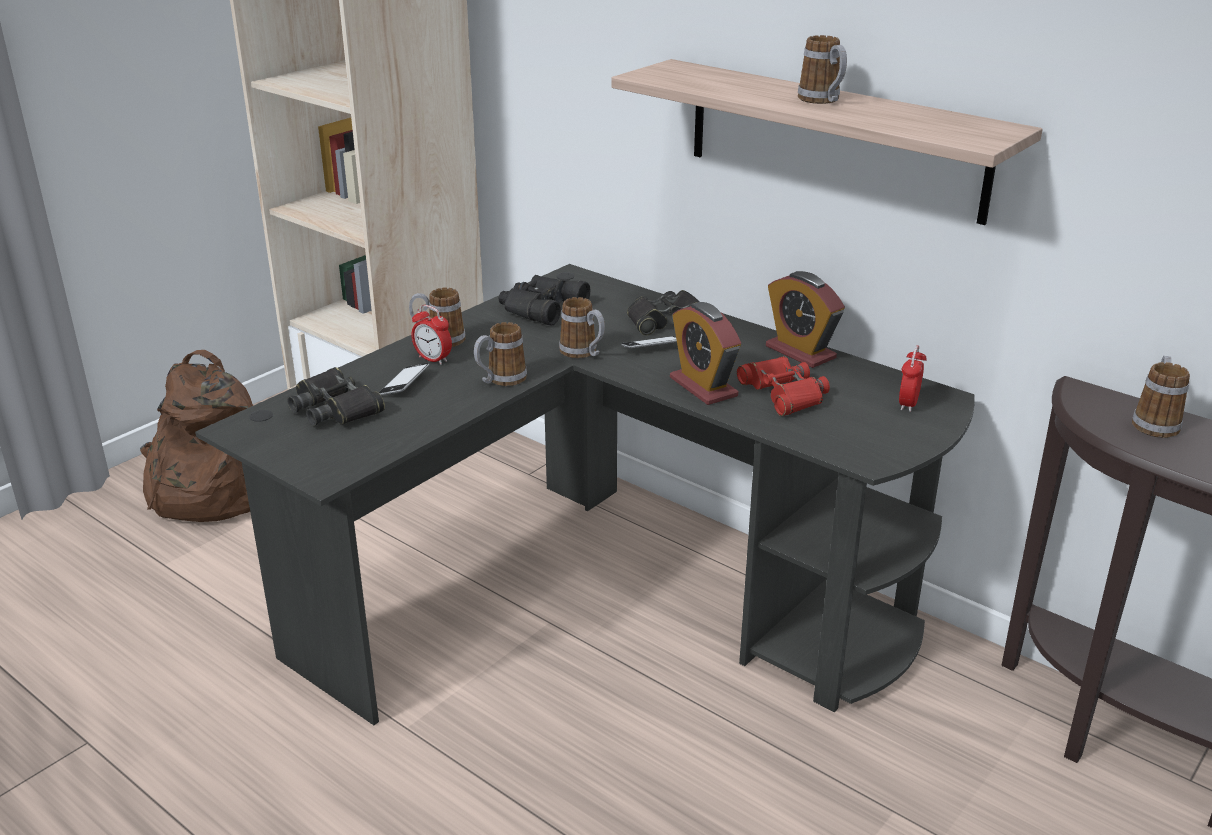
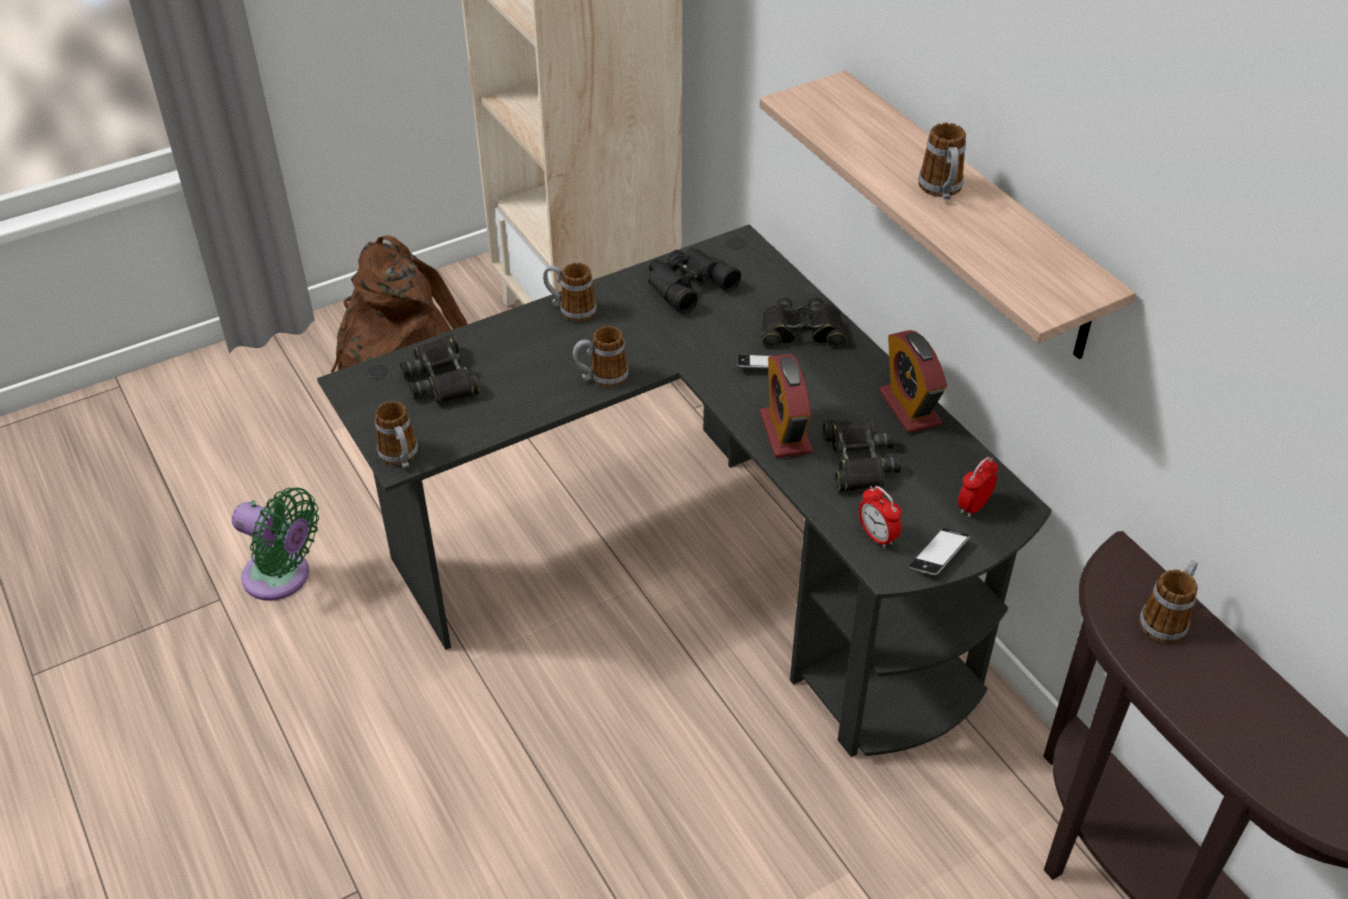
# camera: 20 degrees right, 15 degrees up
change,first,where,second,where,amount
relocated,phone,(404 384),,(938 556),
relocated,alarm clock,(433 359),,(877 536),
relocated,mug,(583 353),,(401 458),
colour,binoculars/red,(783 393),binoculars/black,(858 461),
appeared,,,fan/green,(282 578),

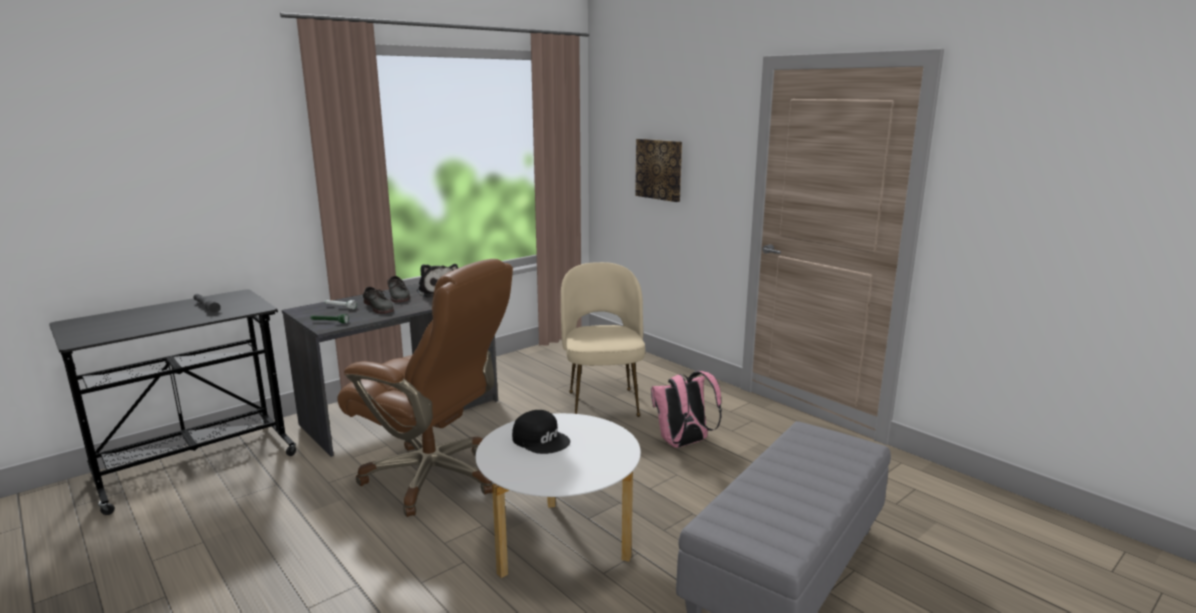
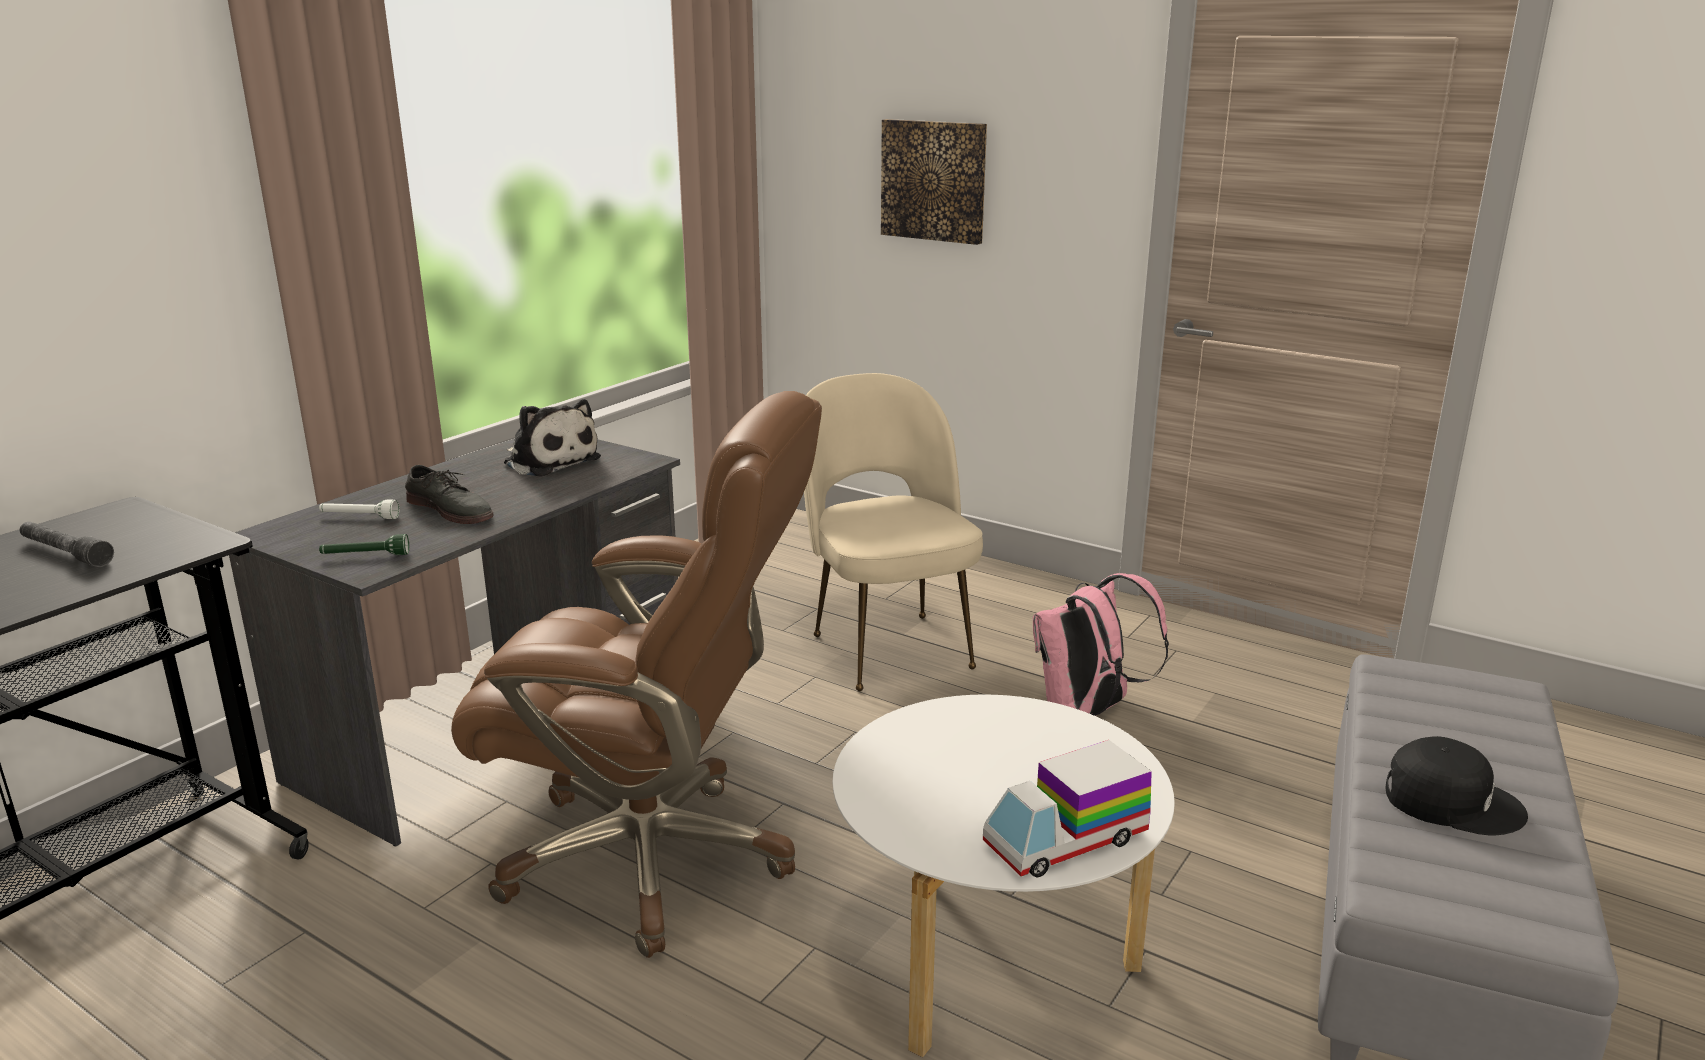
# camera: 15 degrees left, 5 degrees up
change,first,where,second,where,amount
missing,shoe/grey,(399 296),,,
relocated,cap/black,(541 439),,(1451 800),
appeared,,,toy truck,(1065 841),

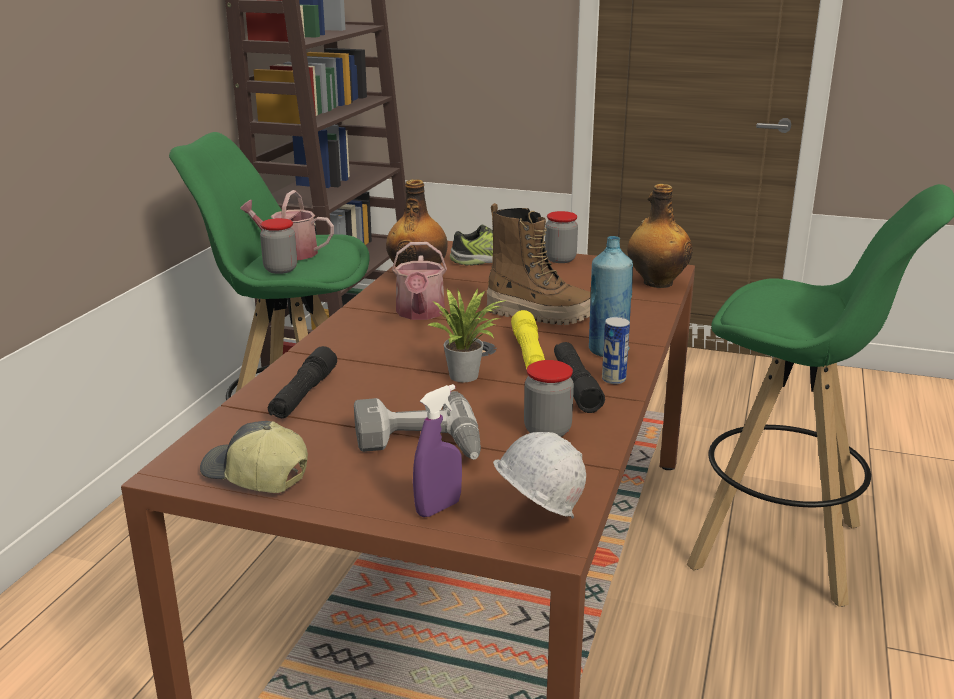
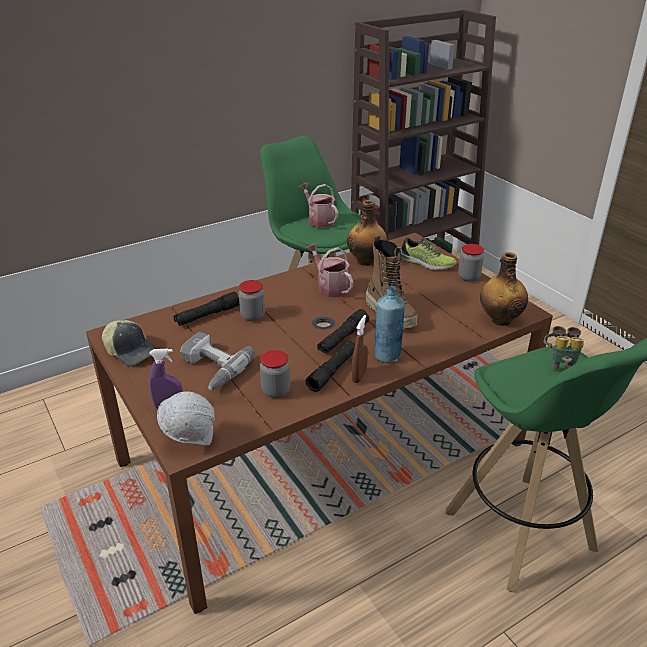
# camera: 40 degrees right, 10 degrees up
change,first,where,second,where,amount
spun,cap,(254 475),,(131 351),150 degrees clockwise
relocated,jar,(280 269),,(253 316),
spun,watering can,(420 314),,(330 287),105 degrees clockwise
missing,potted plant,(467 376),,,
colour,flashlight/yellow,(528 353),flashlight/black,(343 338),
exchanged,can,(613 379),spray bottle/brown,(359 376),
appeared,,,binoculars,(560 362),

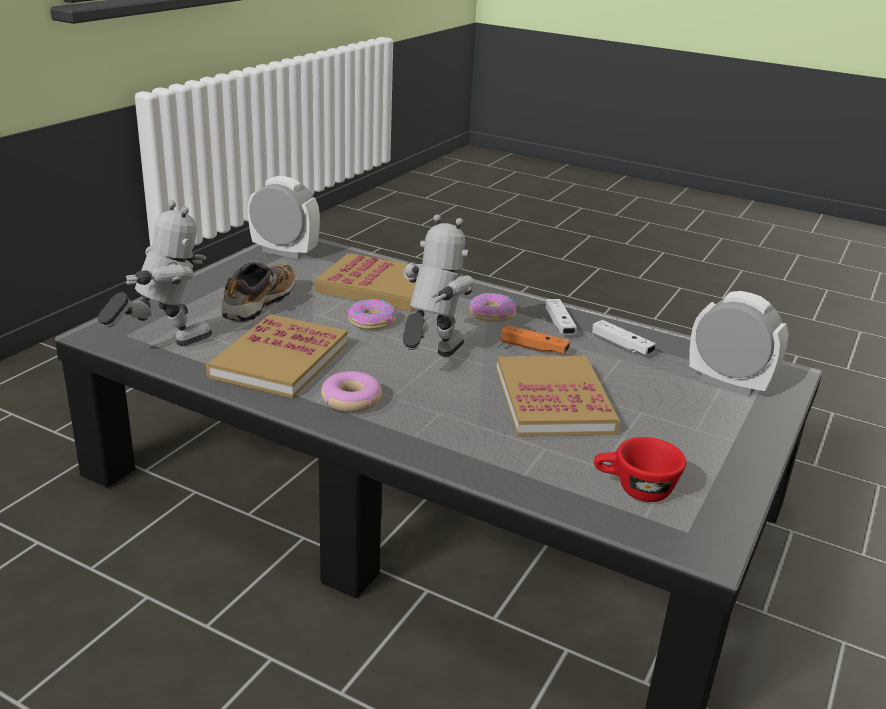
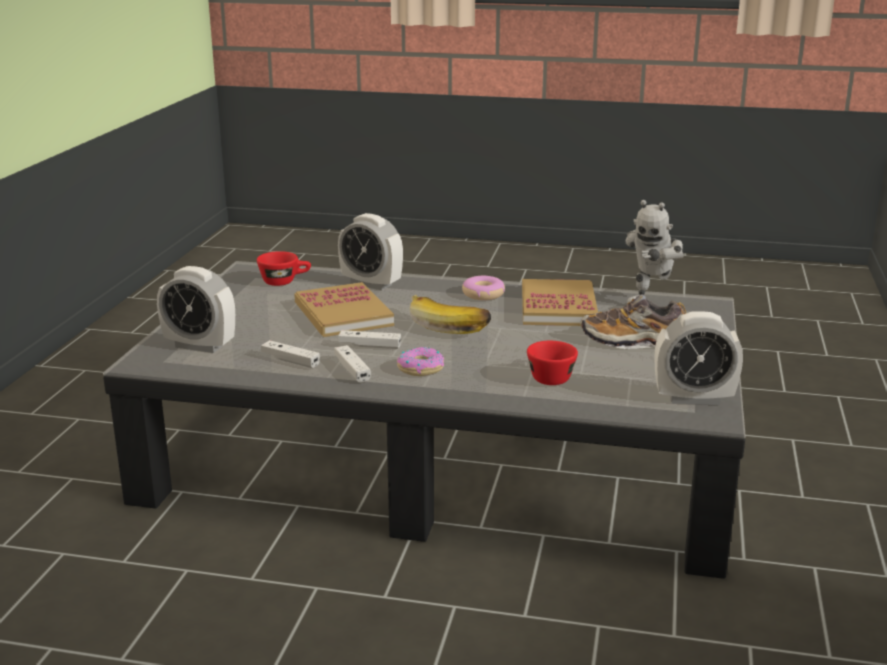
# camera: 165 degrees right, 5 degrees down
change,first,where,second,where,amount
spun,shoe,(259 305),,(631 341),90 degrees clockwise
exchanged,book,(378 287),cup/red,(550 376),
missing,donut,(371 322),,,
exchanged,toy robot,(430 358),banana,(449 325),
colour,game controller/orange,(533 348),game controller/white,(369 346),
appeared,,,alarm clock,(371 284),

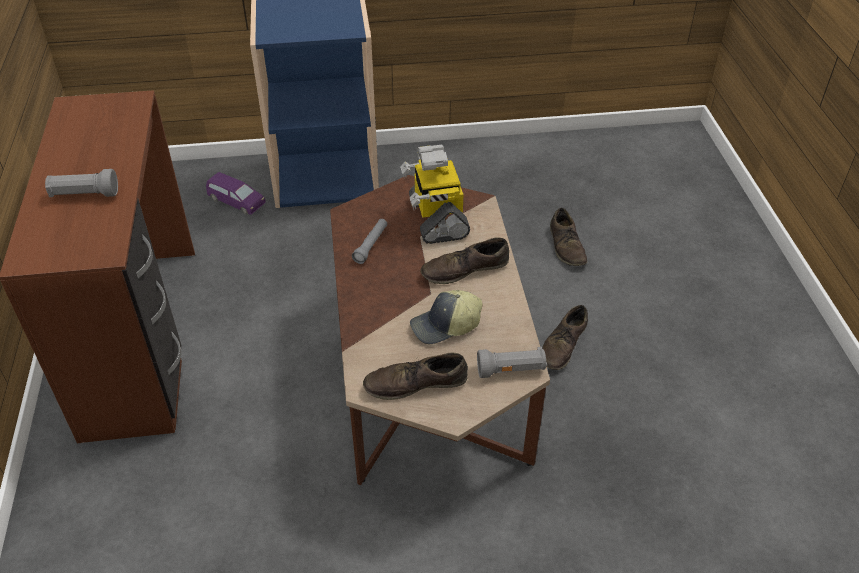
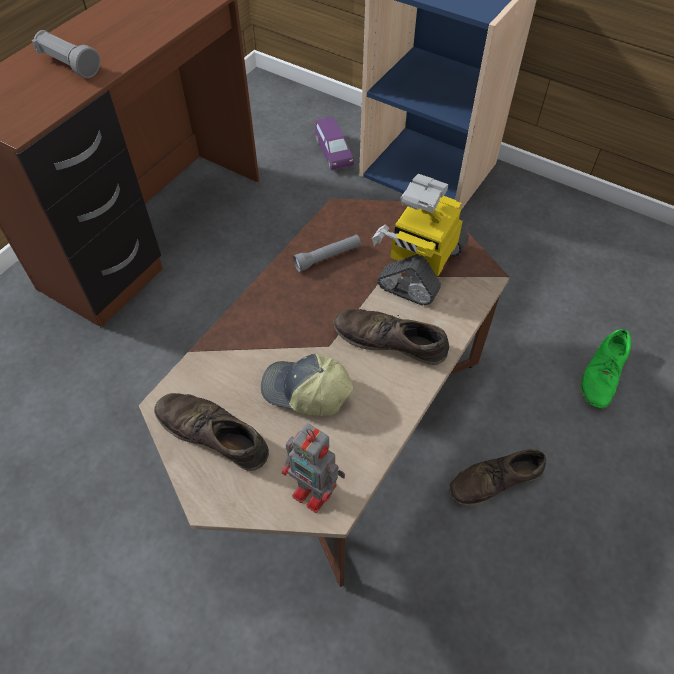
# camera: 40 degrees right, 10 degrees up
change,first,where,second,where,amount
exchanged,flashlight/grey,(511 370),toy robot,(316 492),
colour,shoe/brown,(567 246),shoe/green,(602 375),

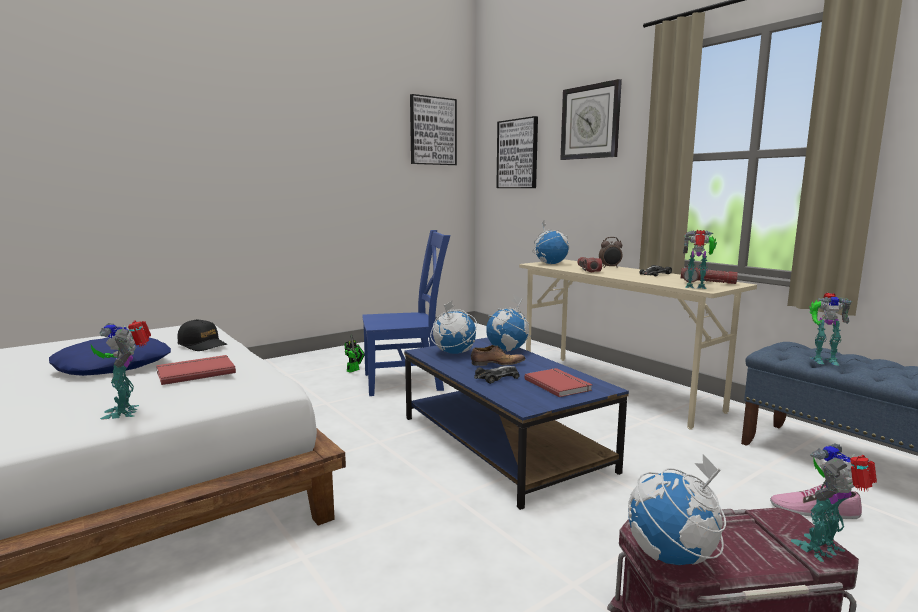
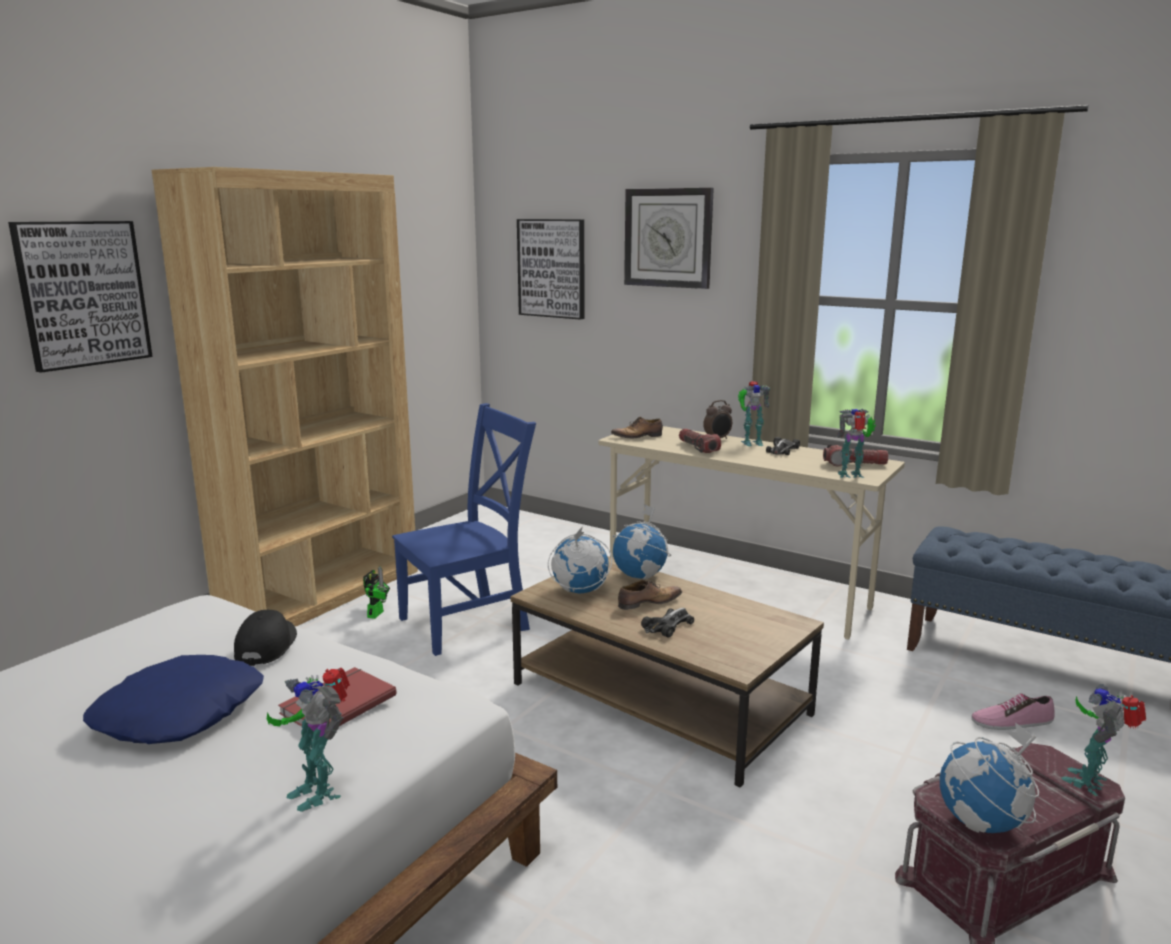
# camera: 20 degrees left, 5 degrees up
change,first,where,second,where,amount
spun,cap/black,(202 345),,(266 646),105 degrees counterclockwise
colour,coffee table/blue,(501 442),coffee table/brown,(657 698),
relocated,picture,(432 131),,(83 294),
missing,book/red,(558 384),,,
exchanged,globe,(550 264),shoe,(638 436),
relocated,toy robot,(823 360),,(751 442),
appeared,,,bookcase/brown,(322 593),

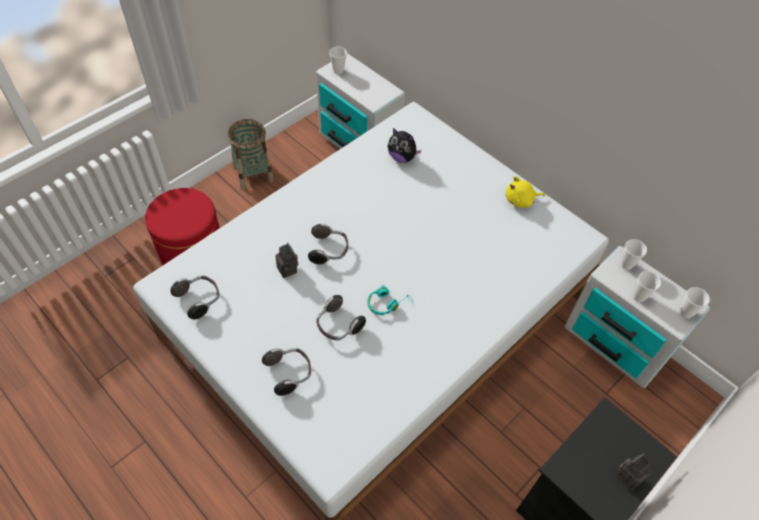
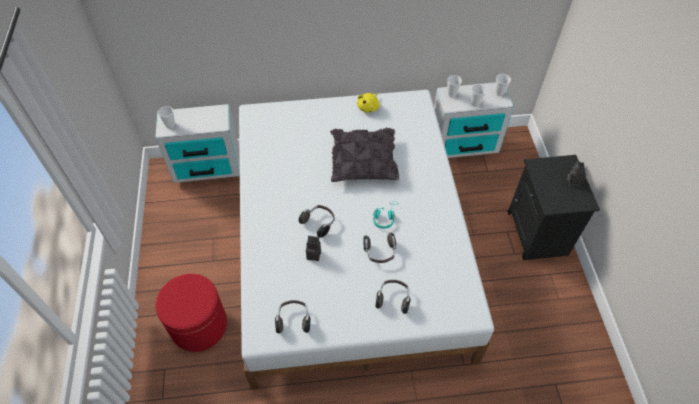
# camera: 50 degrees left, 0 degrees up
change,first,where,second,where,amount
missing,basket,(253 174),,,
missing,plush toy,(402 157),,,
appeared,,,pillow/black,(363 161),

